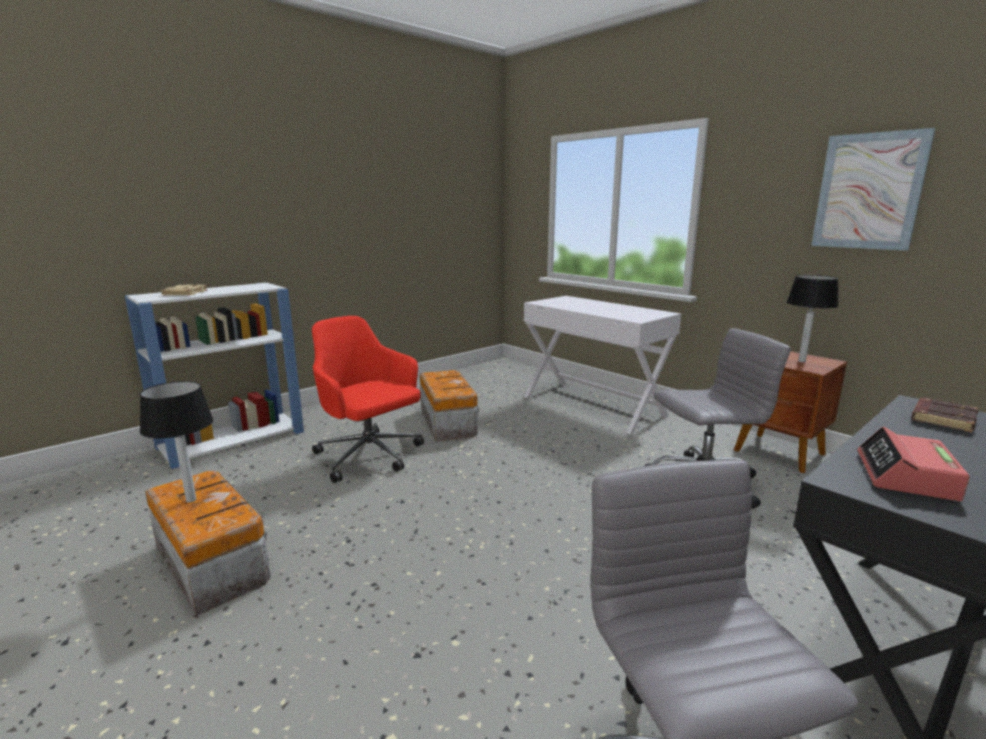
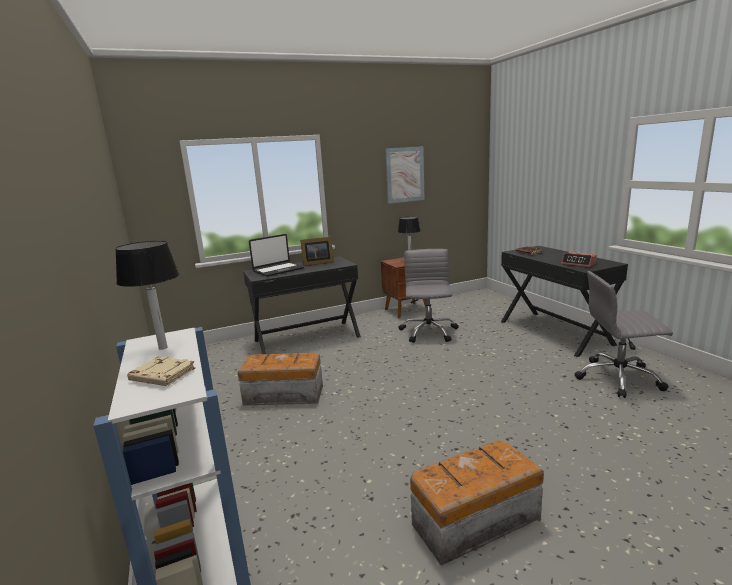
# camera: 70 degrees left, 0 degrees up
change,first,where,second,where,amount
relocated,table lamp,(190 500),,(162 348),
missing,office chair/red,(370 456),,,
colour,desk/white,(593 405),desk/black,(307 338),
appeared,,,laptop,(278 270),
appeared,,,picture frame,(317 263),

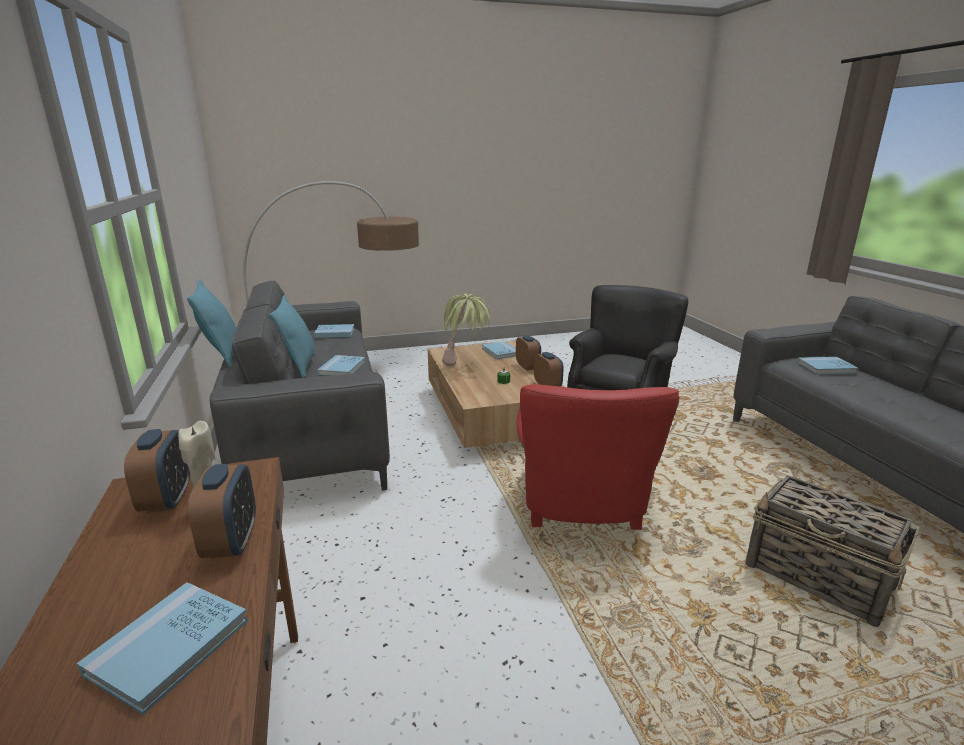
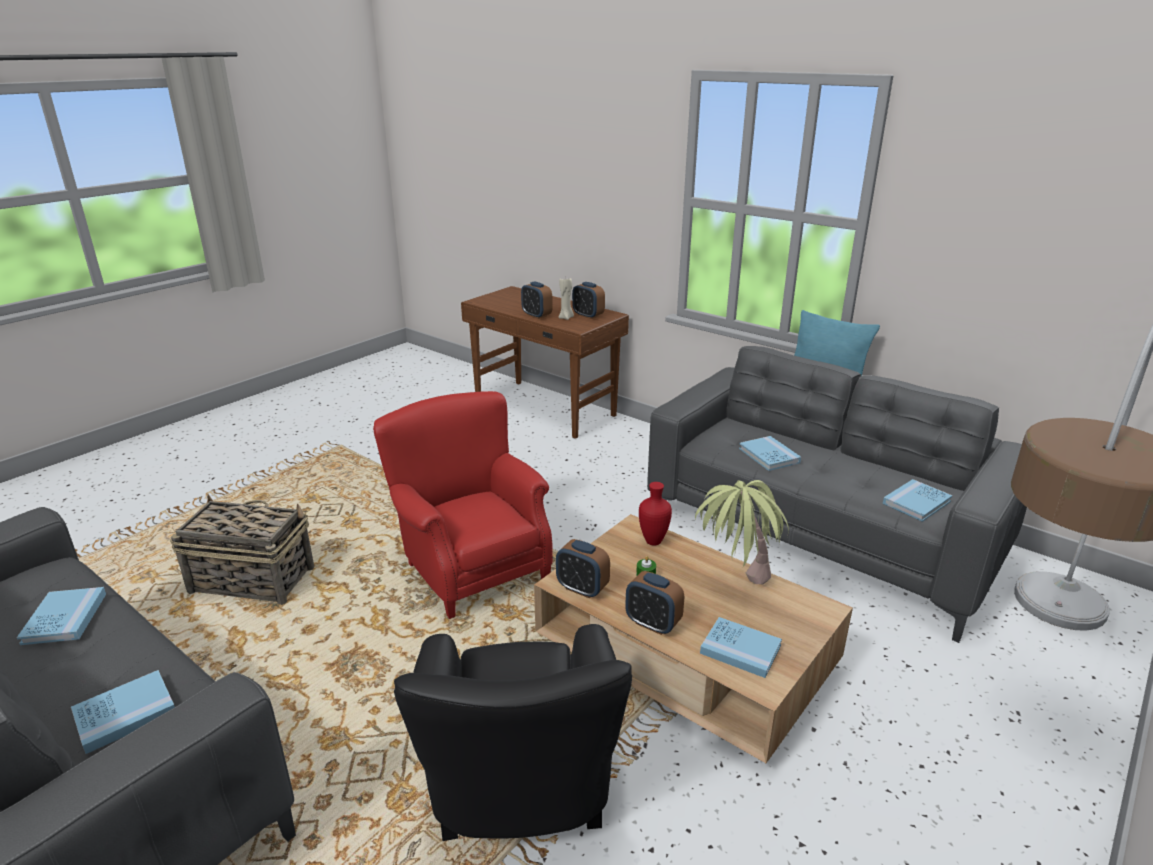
# camera: 145 degrees right, 5 degrees up
change,first,where,second,where,amount
relocated,book/blue,(169 647),,(64 618),
missing,pillow/turquoise,(299 365),,,
appeared,,,vase/red,(653 541),

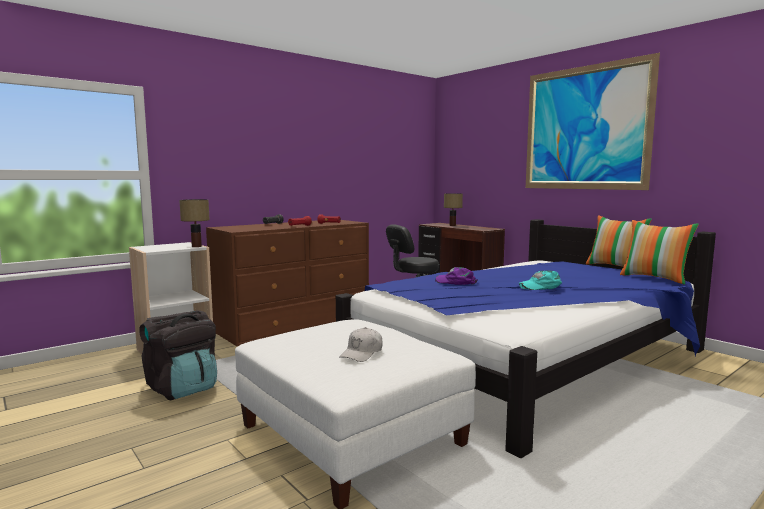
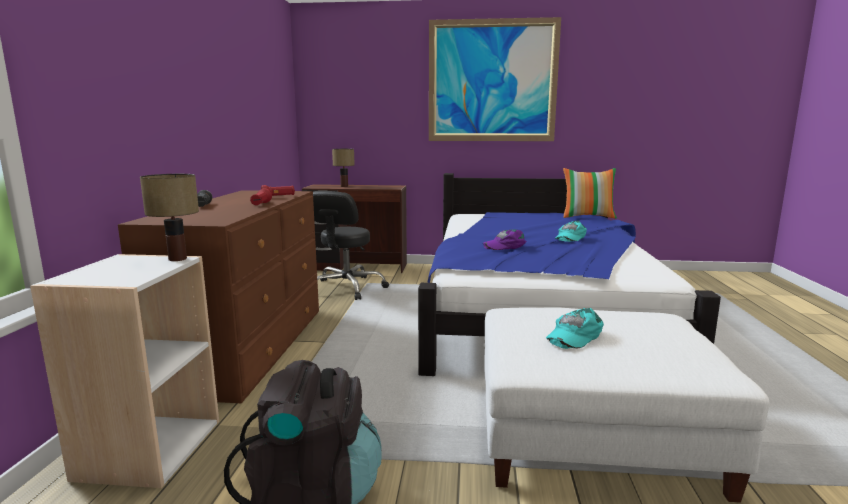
# camera: 45 degrees left, 5 degrees up
change,first,where,second,where,amount
missing,cap/white,(362 353),,,
missing,pillow,(615 267),,,
appeared,,,cap/turquoise,(573 335),

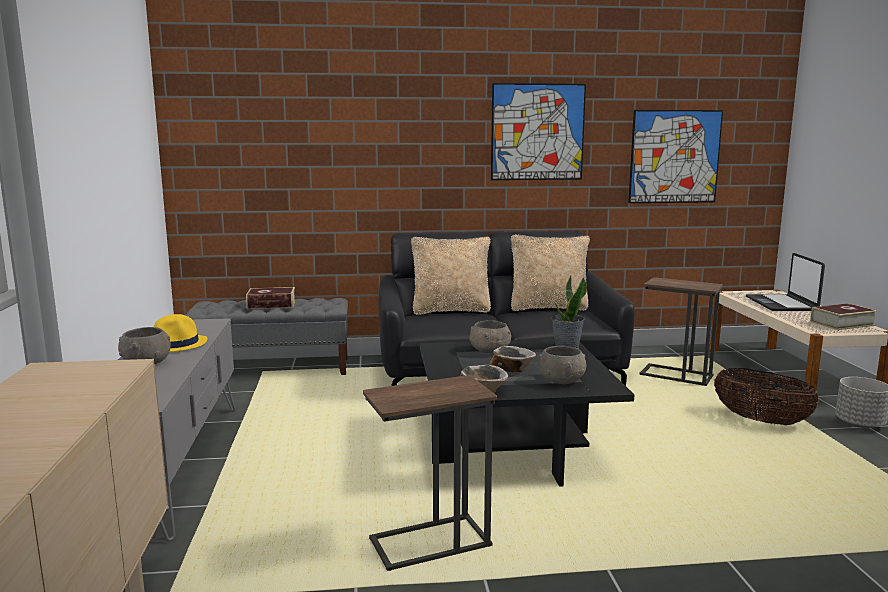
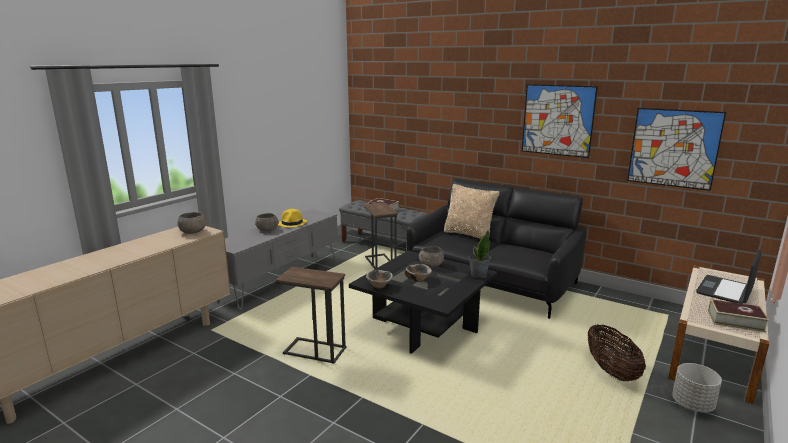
# camera: 40 degrees right, 5 degrees up
change,first,where,second,where,amount
missing,pillow/beige,(549 309),,,
relocated,bowl/grey,(562 380),,(193 232),
relocated,side table/brown,(677 376),,(380 263),

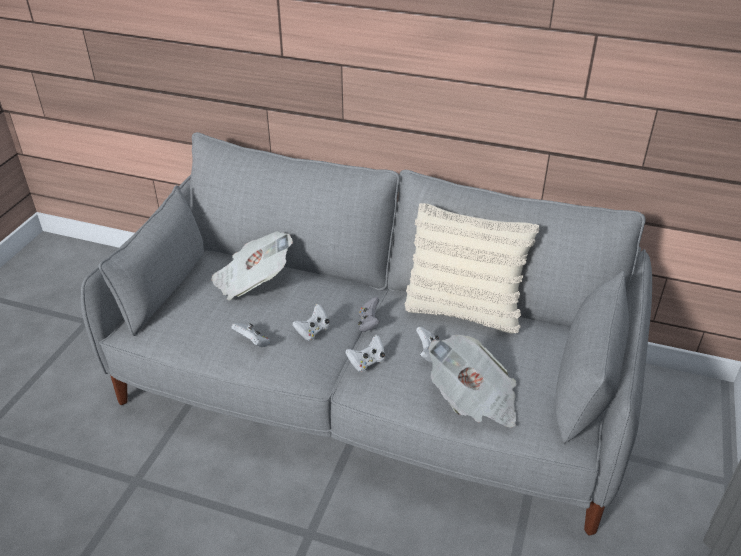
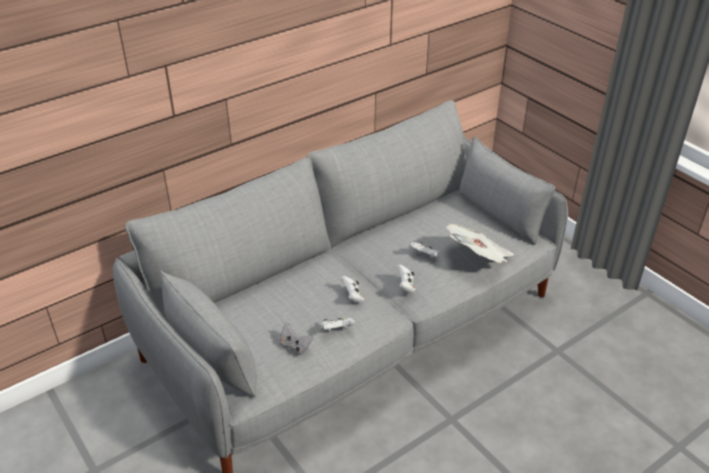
# camera: 55 degrees left, 0 degrees up
change,first,where,second,where,amount
missing,newspaper,(252 281),,,
relocated,game controller/grey,(368 323),,(295 346),
missing,pillow/beige,(464 312),,,

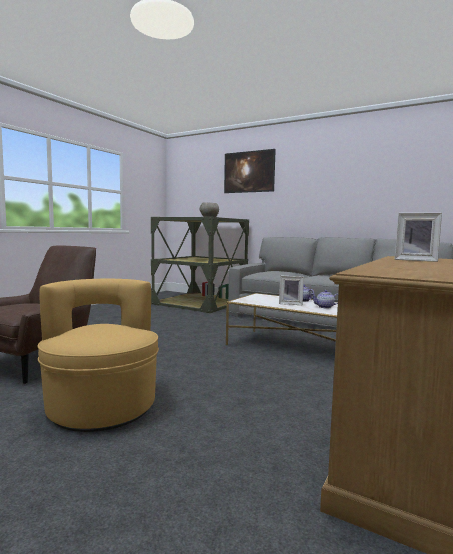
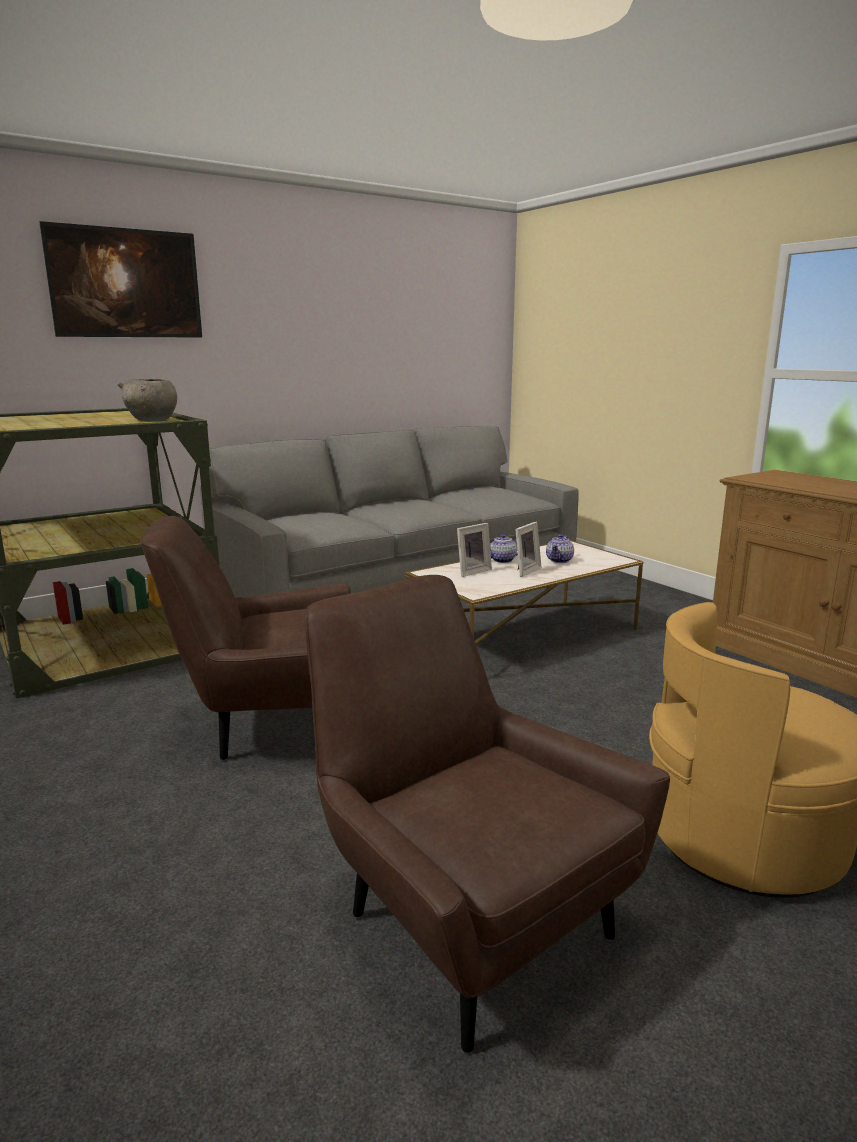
# camera: 65 degrees left, 10 degrees up
change,first,where,second,where,amount
relocated,picture frame,(415 260),,(471 571),
appeared,,,armchair/brown,(276 726),

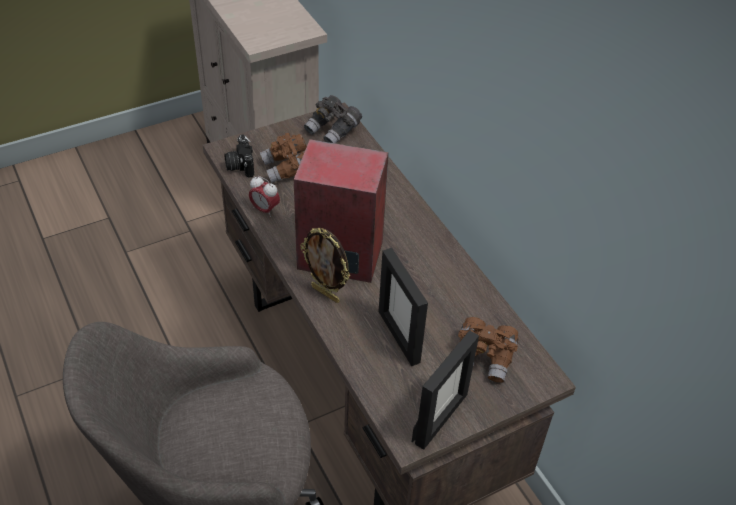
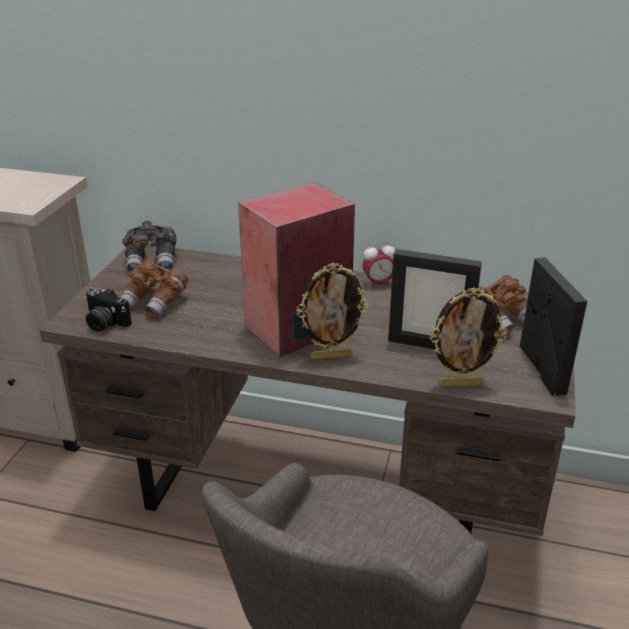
# camera: 45 degrees left, 15 degrees down
change,first,where,second,where,amount
relocated,alarm clock,(264 210),,(378 283),
appeared,,,picture frame,(461 384),

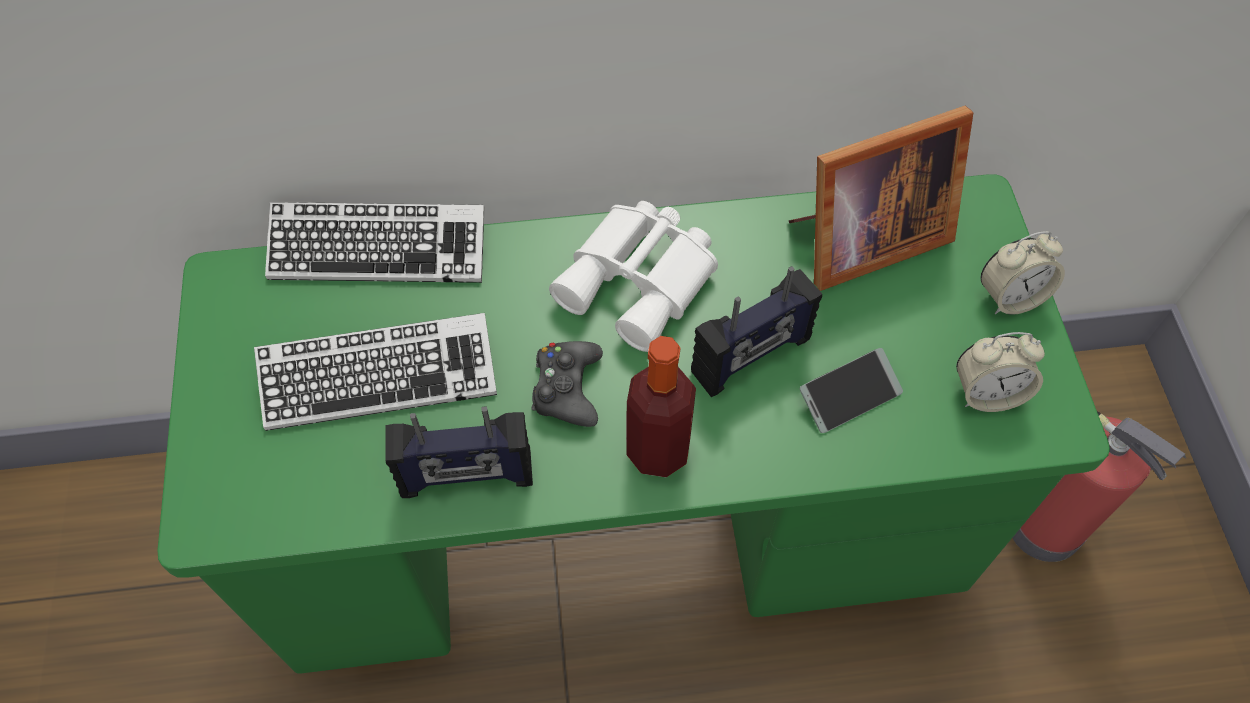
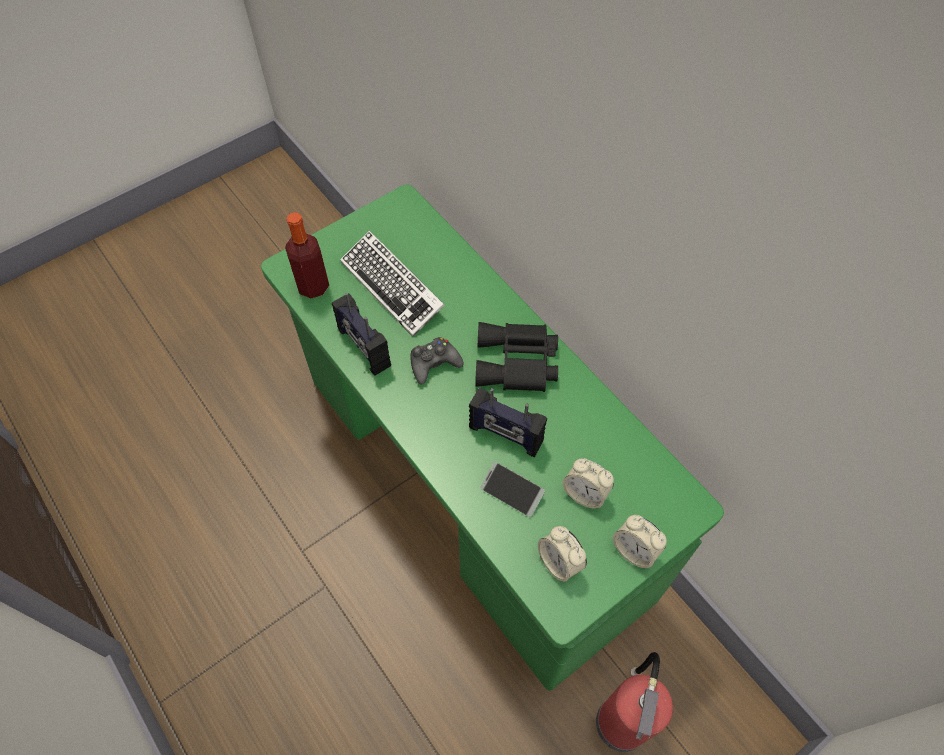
# camera: 60 degrees right, 0 degrees up
change,first,where,second,where,amount
missing,keyboard,(379 250),,,
colour,binoculars/white,(642 281),binoculars/black,(517 363),
relocated,bottle,(658 450),,(313 286),
missing,picture frame,(862 240),,,
appeared,,,alarm clock,(585 493),

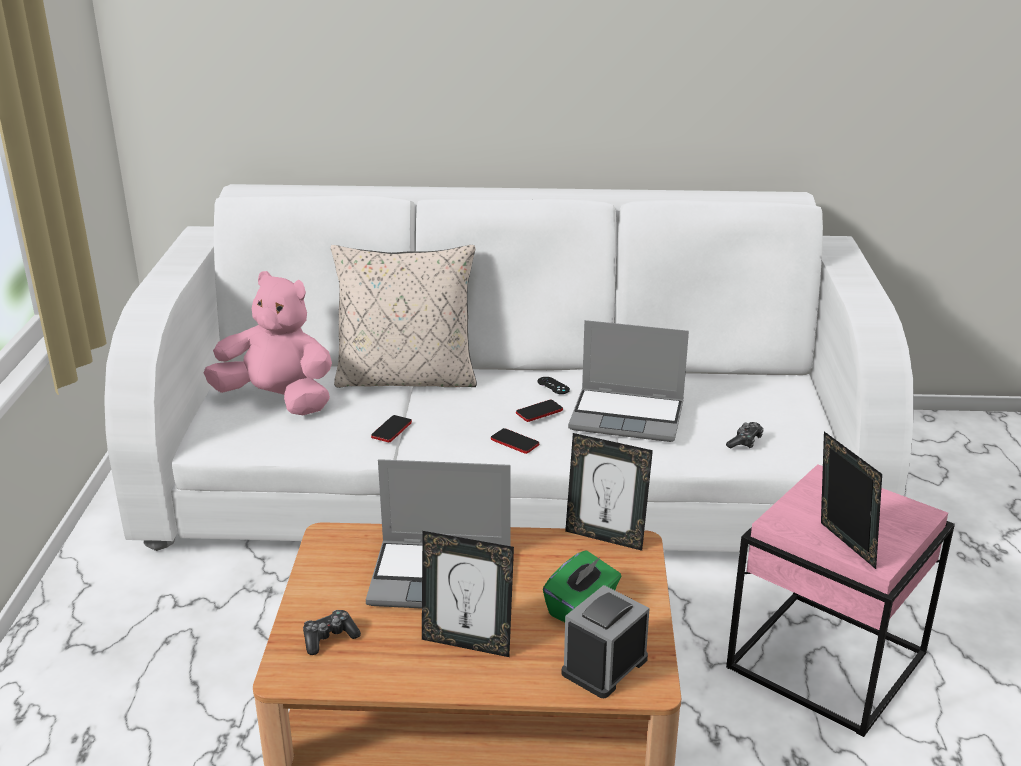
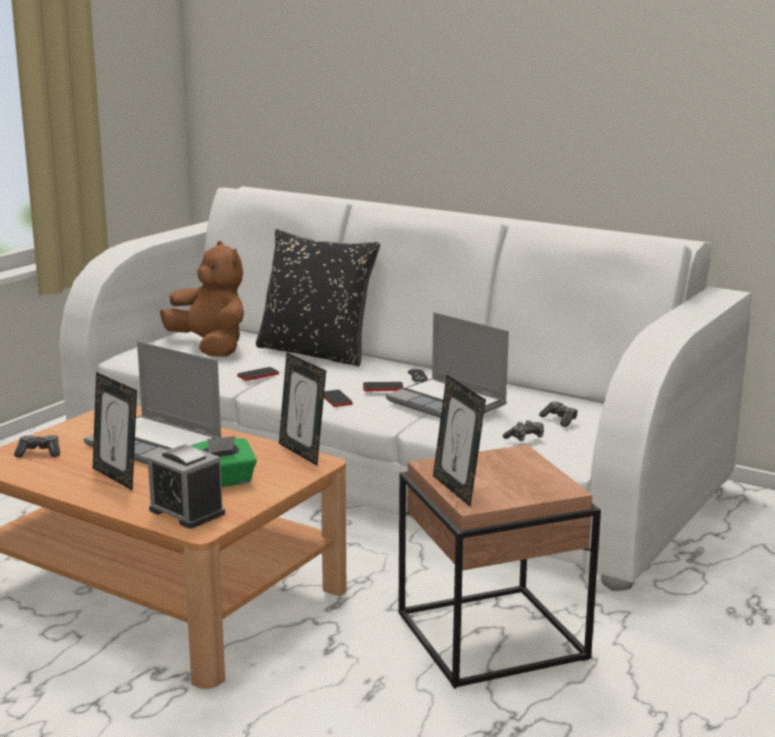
# camera: 30 degrees right, 10 degrees down
change,first,where,second,where,amount
colour,plush toy/pink,(278 400),plush toy/brown,(210 348),
colour,pillow/beige,(407 378),pillow/black,(315 353),
spun,alarm clock,(604 666),,(187 511),120 degrees counterclockwise
colour,side table/pink,(829 661),side table/brown,(493 637),
spun,picture frame,(841 547),,(457 489),150 degrees clockwise
appeared,,,game controller,(559 420),

